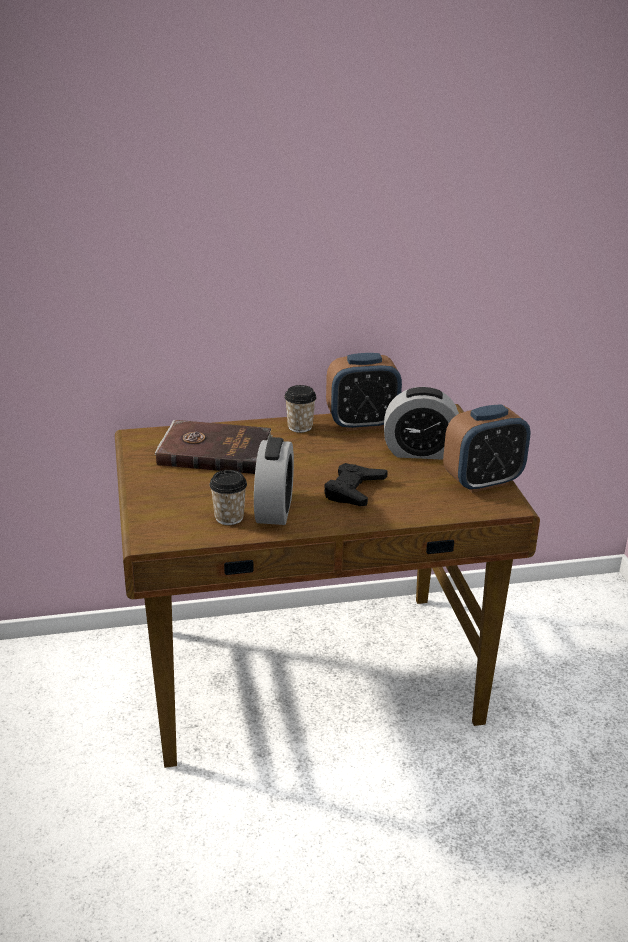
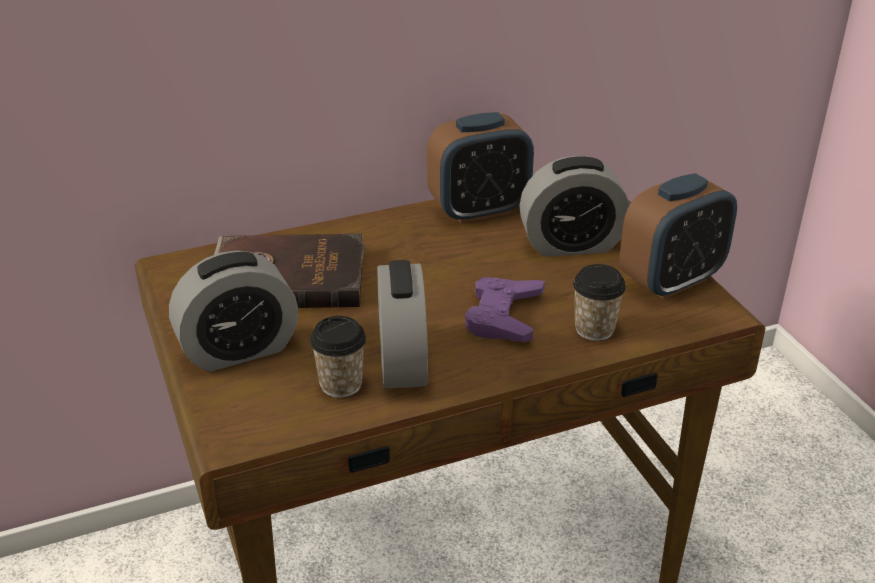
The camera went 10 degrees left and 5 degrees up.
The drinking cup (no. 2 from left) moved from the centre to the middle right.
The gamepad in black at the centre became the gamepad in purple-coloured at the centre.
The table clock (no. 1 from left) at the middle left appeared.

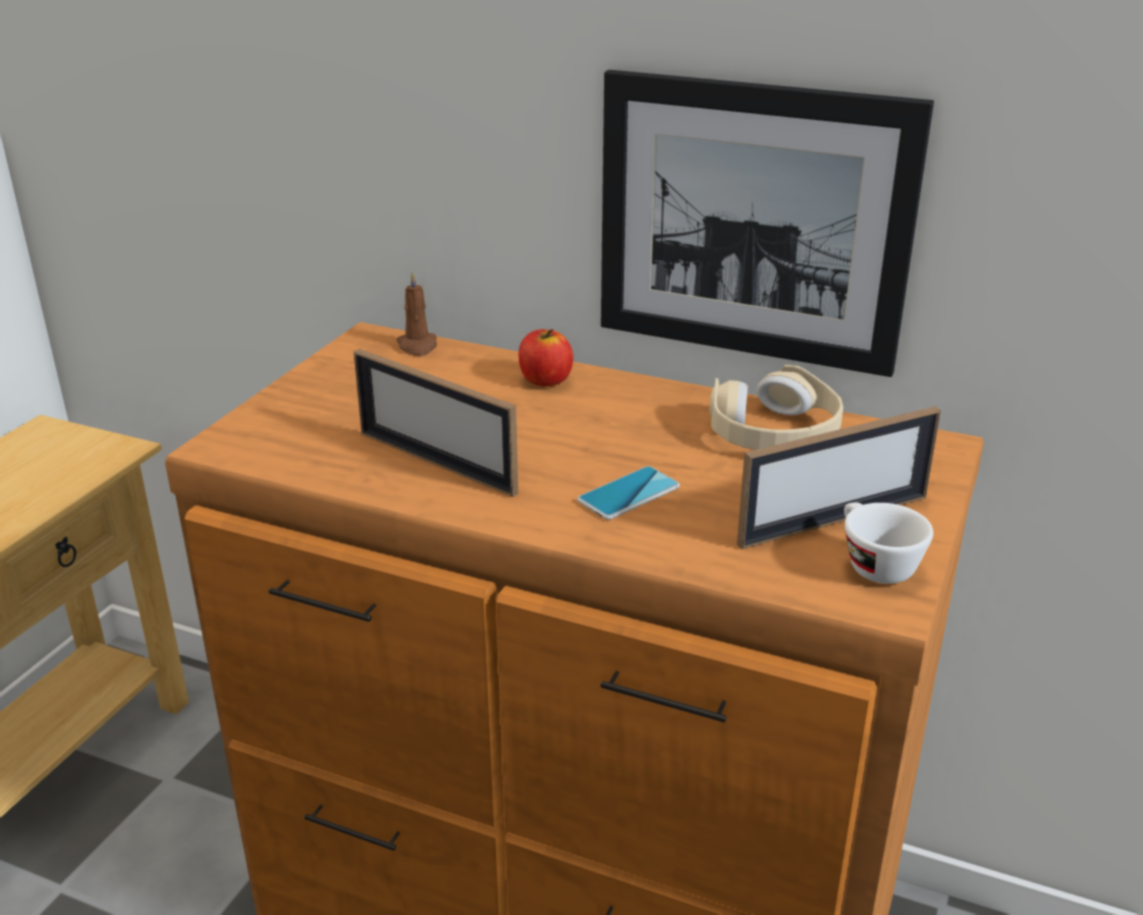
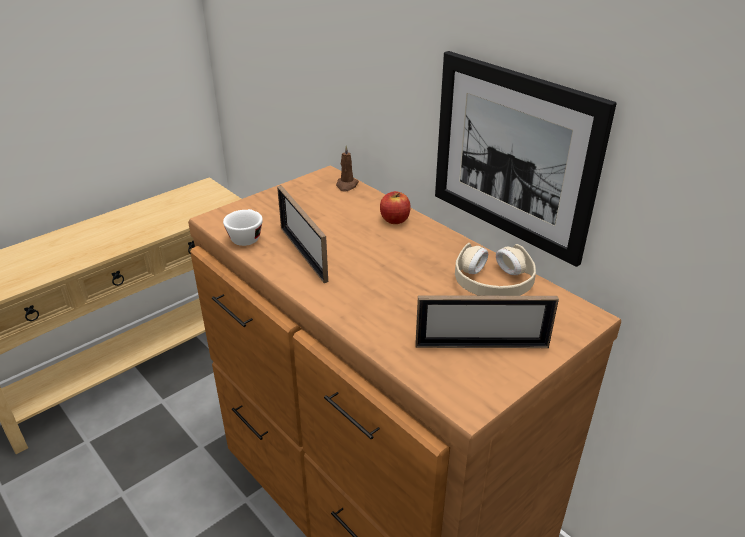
The camera went 25 degrees right and 5 degrees up.
The telephone at the centre disappeared.
The drinking cup in whitish moved from the middle right to the middle left.

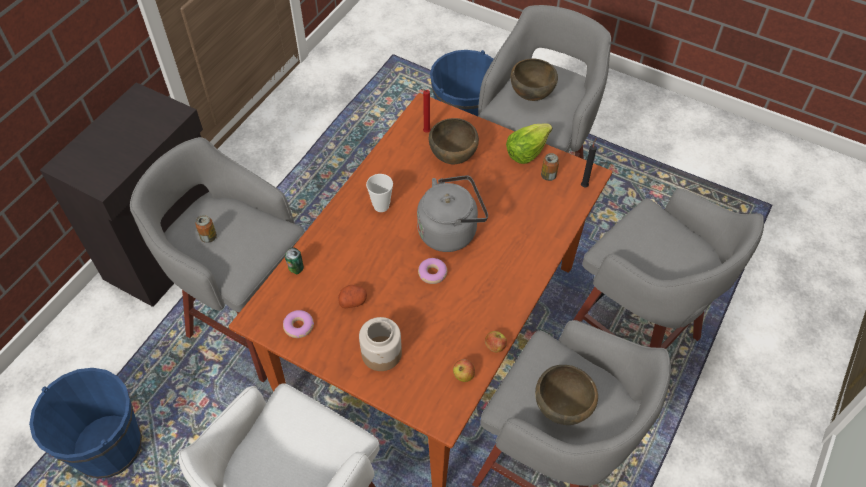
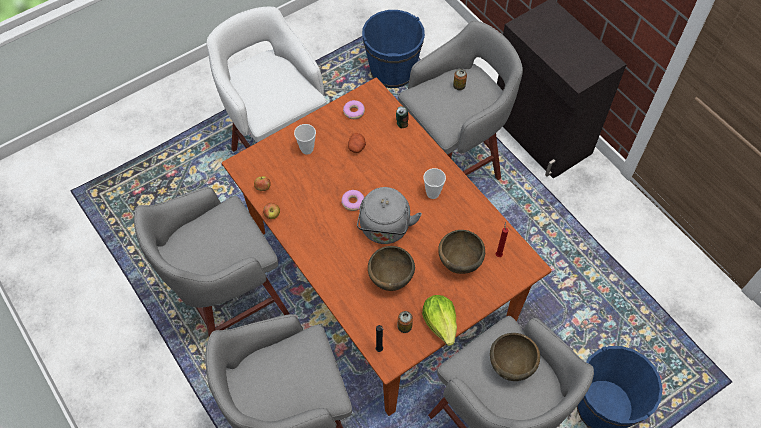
The camera went 115 degrees right and 5 degrees up.
The preserve jar at the bottom centre was replaced by the drinking cup (no. 1 from left) at the top centre.
The serving bowl in brown (no. 3 from left in the first image) moved from the bottom centre to the centre.

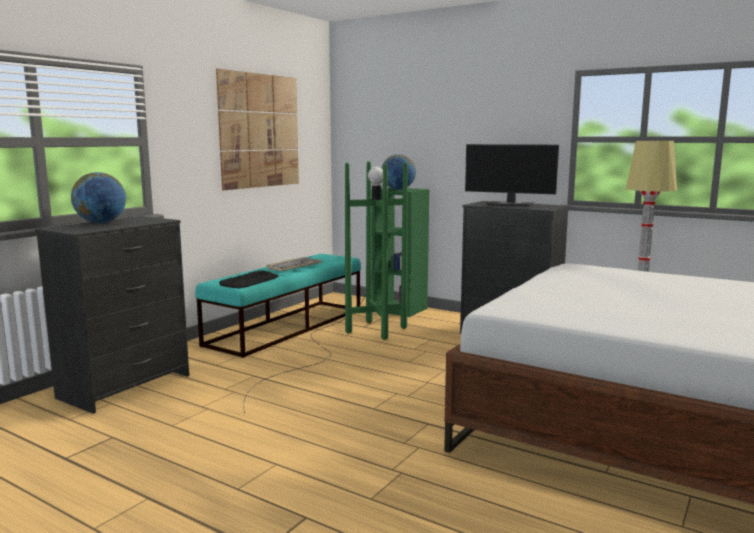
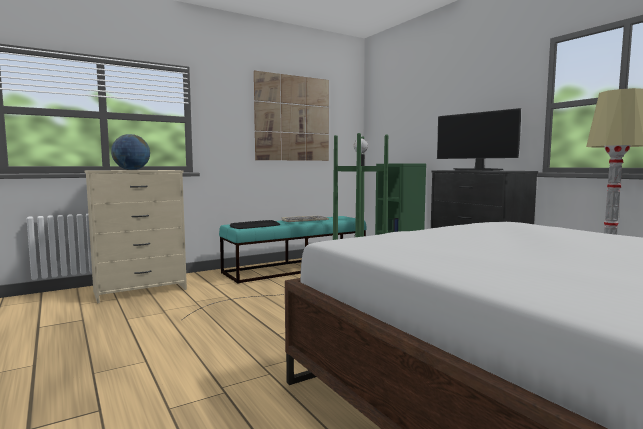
The camera went 25 degrees right and 5 degrees down.
The dresser in black (no. 1 from left) at the middle left became the dresser in beige at the middle left.
The desk globe (no. 2 from left) at the top centre disappeared.

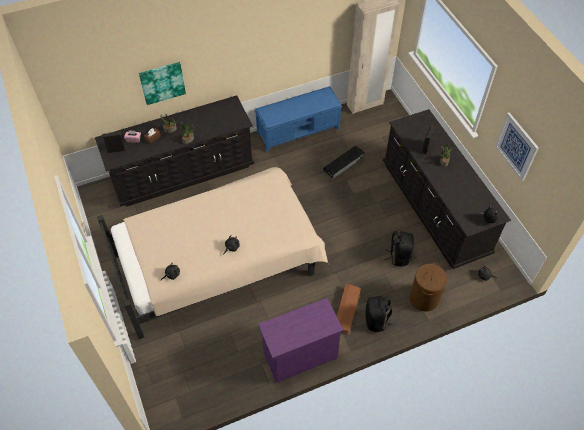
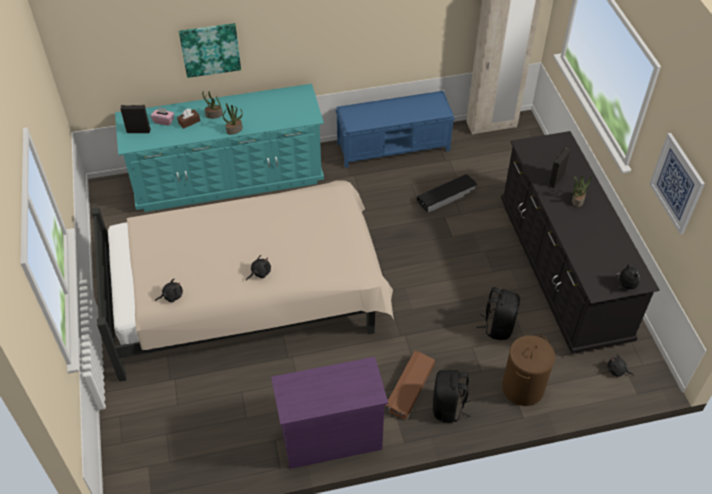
The camera went 10 degrees right and 5 degrees down.
The dresser in black (no. 1 from left) at the middle left became the dresser in blue-green at the top left.

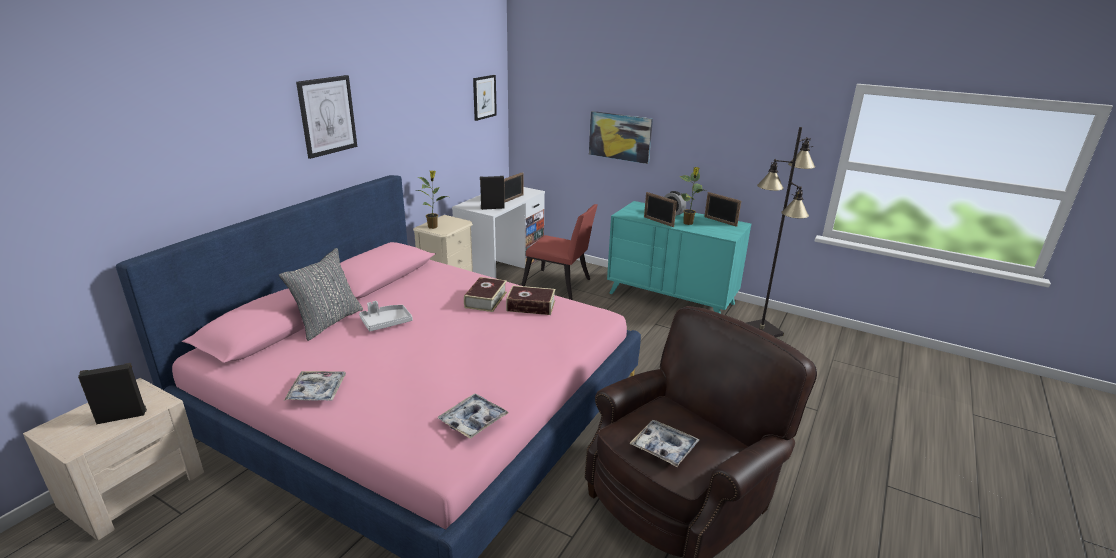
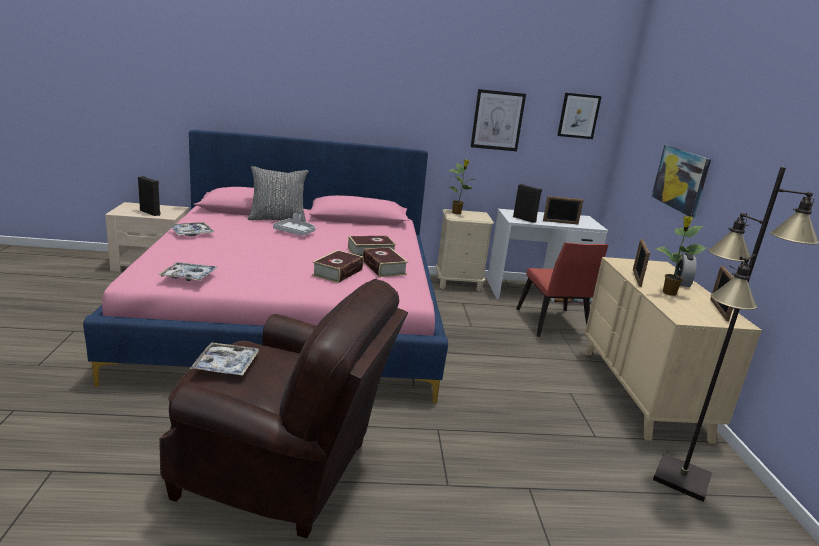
The camera went 55 degrees right and 5 degrees down.
The wall art (no. 1 from left) moved from the top left to the top centre.
The dresser in blue-green at the centre became the dresser in beige at the middle right.
The bound book (no. 1 from left) at the centre appeared.

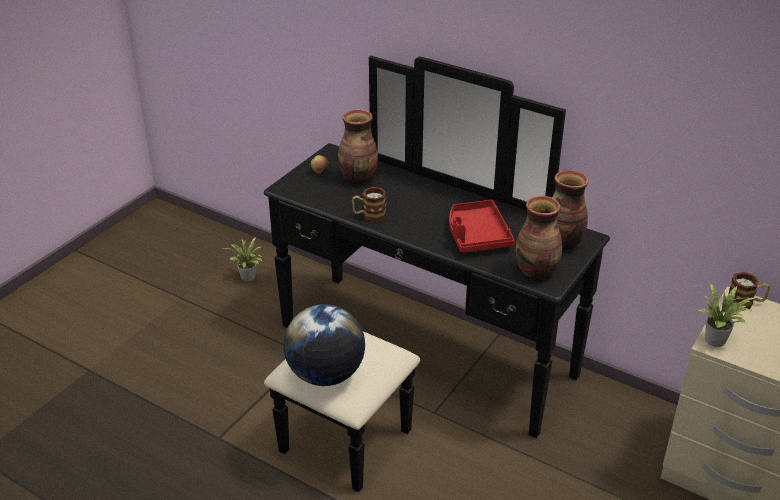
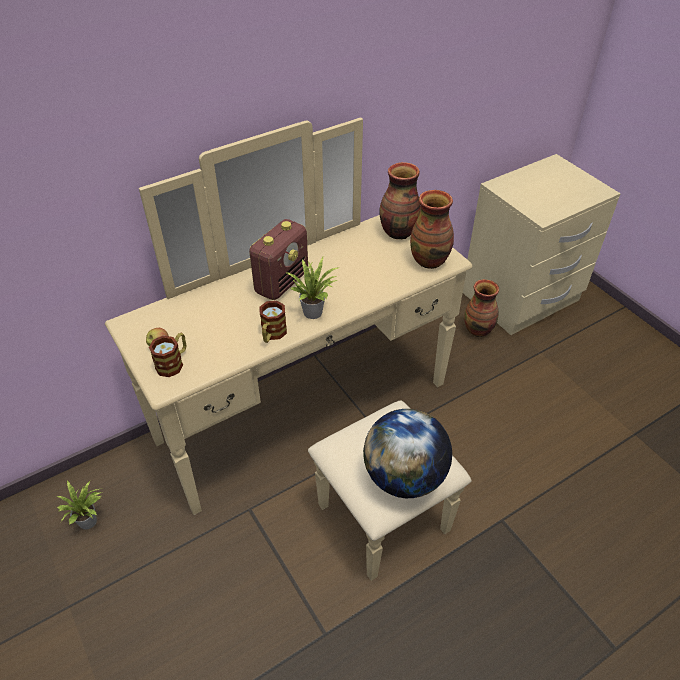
The camera went 65 degrees left and 10 degrees up.
The dresser in black at the centre became the dresser in beige at the centre.
The flower vase (no. 1 from left in the first image) moved from the top centre to the middle right.
The serving tray in reddish at the centre disappeared.
The potted plant (no. 2 from left) moved from the middle right to the centre.
The coffee mug (no. 2 from left in the first image) moved from the middle right to the middle left.
The radio receiver at the centre appeared.

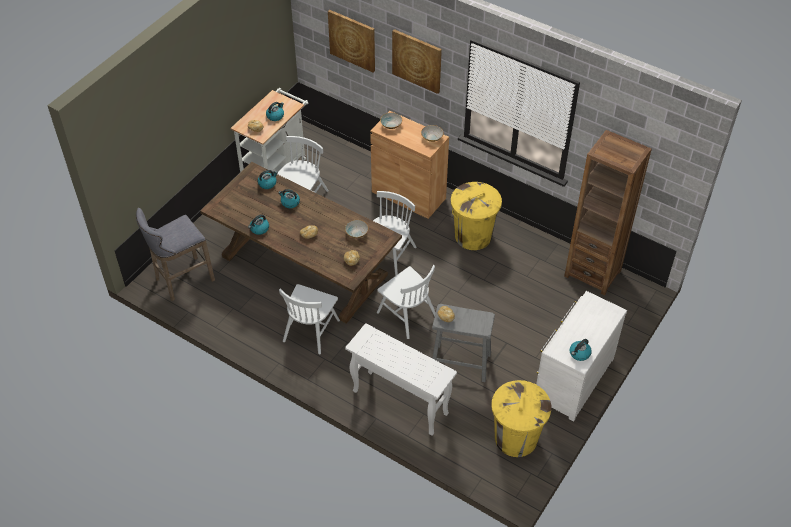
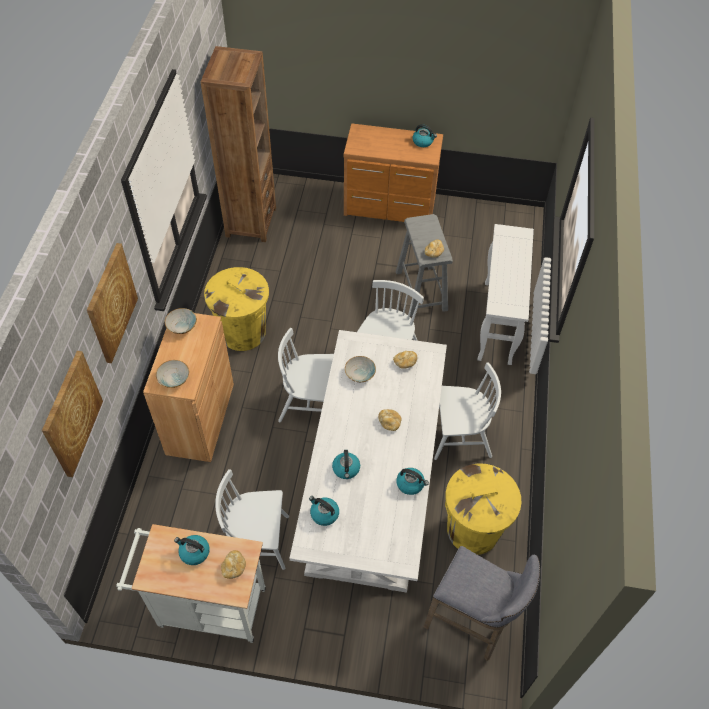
The camera went 115 degrees left and 5 degrees up.
The kitchen table in brown at the centre became the kitchen table in whitish at the centre.
The waste bin in yellow-coloured (no. 2 from left) moved from the bottom centre to the bottom right.
The dresser in whitish at the bottom right became the dresser in brown at the top centre.

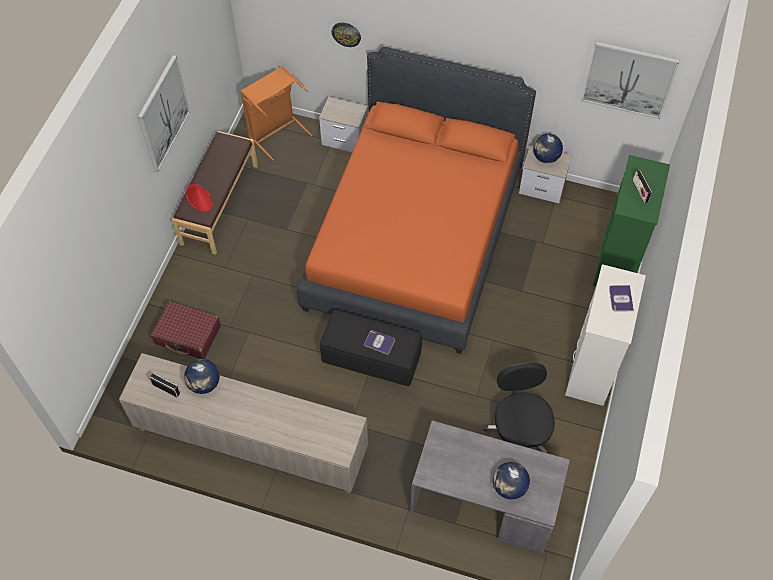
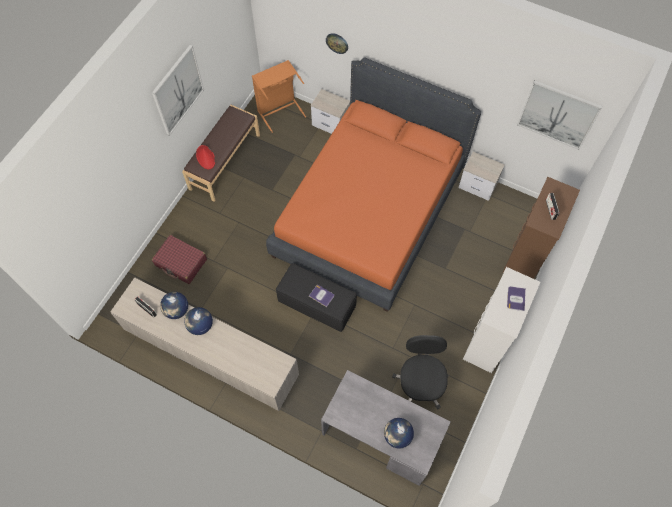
The camera went 10 degrees right and 5 degrees up.
The desk globe (no. 3 from left in the first image) moved from the top right to the middle left.
The dresser in green at the middle right became the dresser in brown at the middle right.

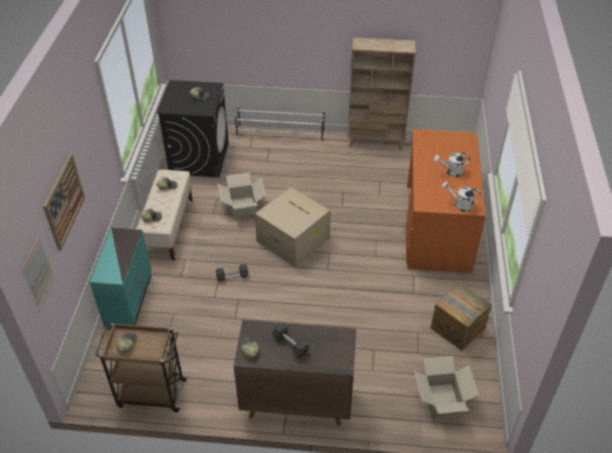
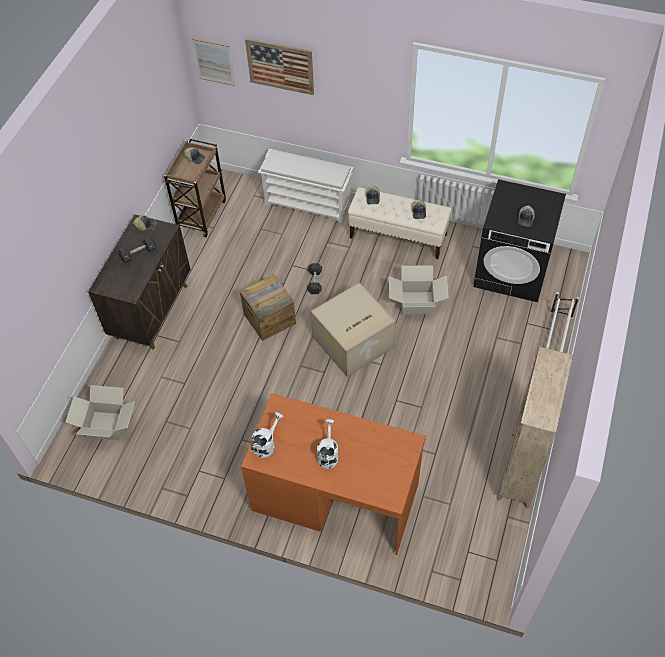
The camera went 105 degrees right and 10 degrees up.
The dresser in blue-green at the middle left was replaced by the shoe shelf in whitish (no. 1 from left) at the top centre.
The crate moved from the bottom right to the centre.

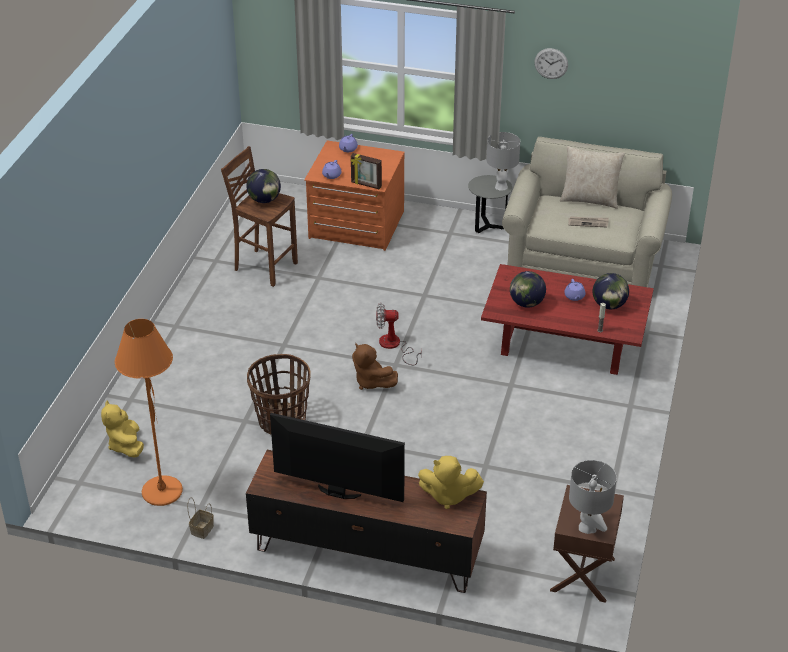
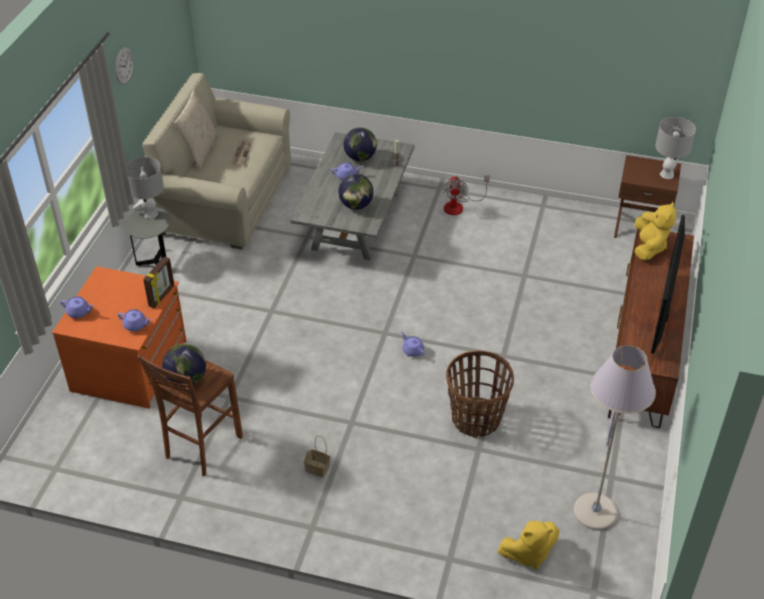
The camera went 90 degrees left and 5 degrees up.
The standing lamp in orangey at the middle left became the standing lamp in gray at the bottom right.
The basket (no. 1 from left) moved from the bottom left to the bottom centre.
The soft toy in brown at the centre was replaced by the tea pot in purple-coloured (no. 4 from left) at the centre.
The cooling fan moved from the centre to the top centre.
The coffee table in reddish at the middle right became the coffee table in gray at the top centre.

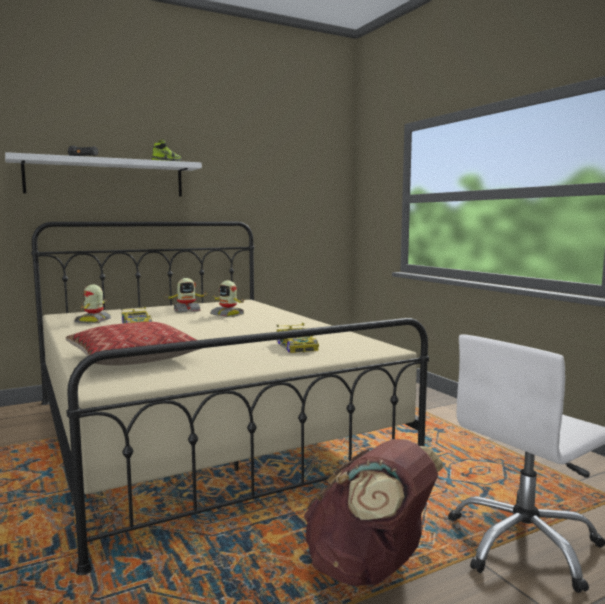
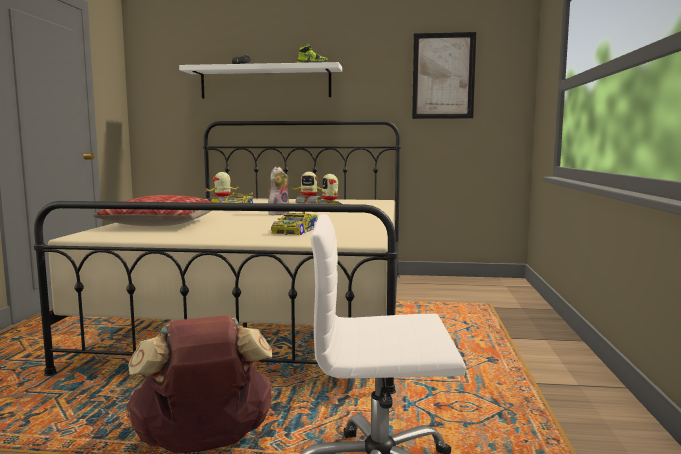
The camera went 35 degrees right and 0 degrees up.
The soft toy at the centre appeared.
The wall art at the top centre appeared.

